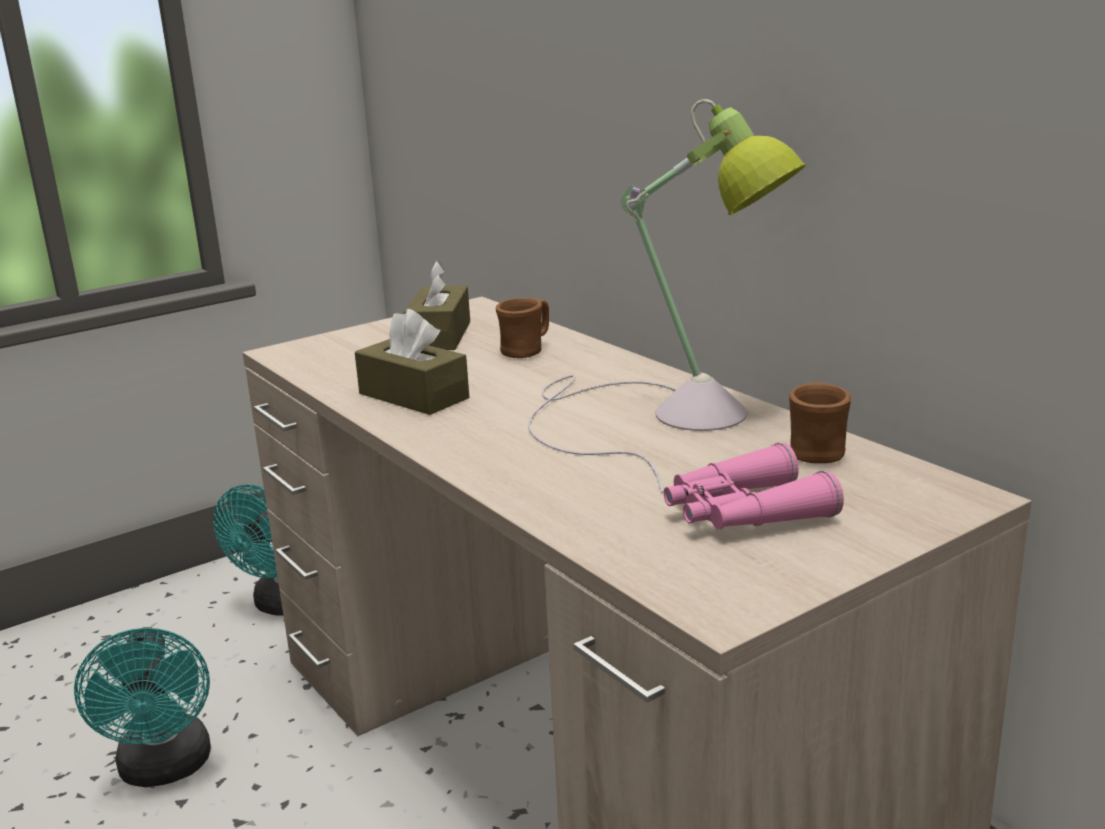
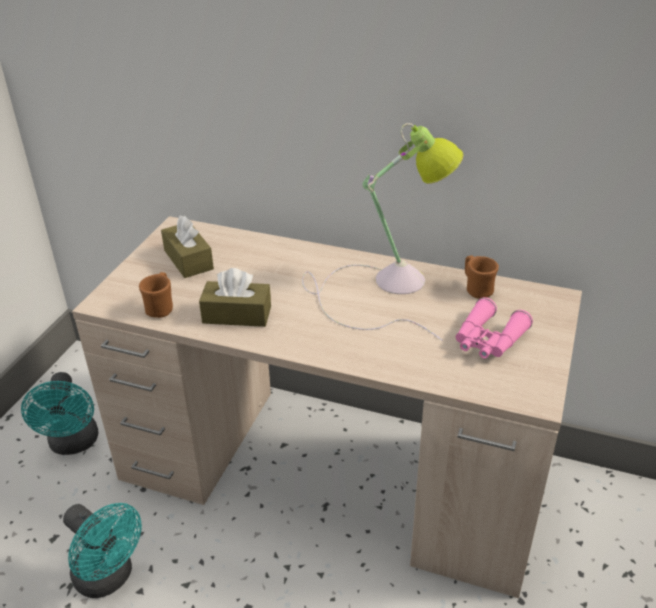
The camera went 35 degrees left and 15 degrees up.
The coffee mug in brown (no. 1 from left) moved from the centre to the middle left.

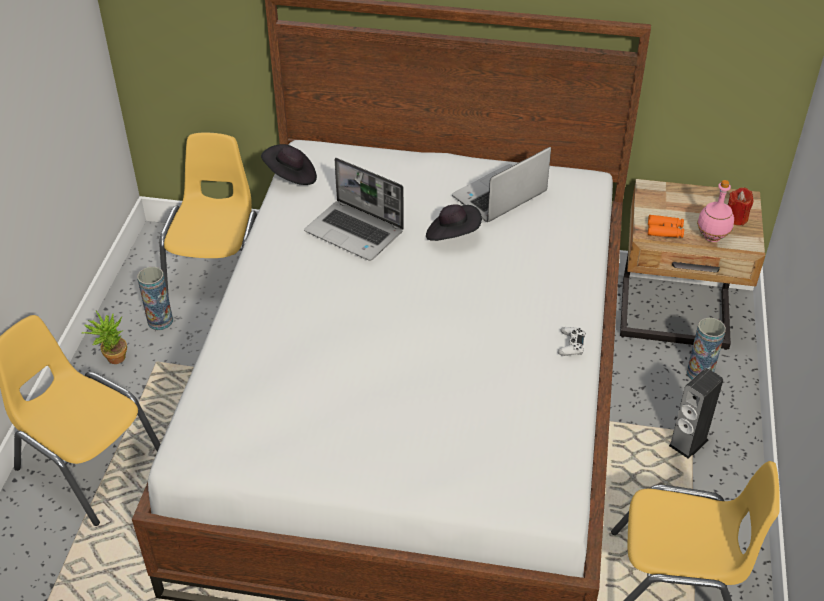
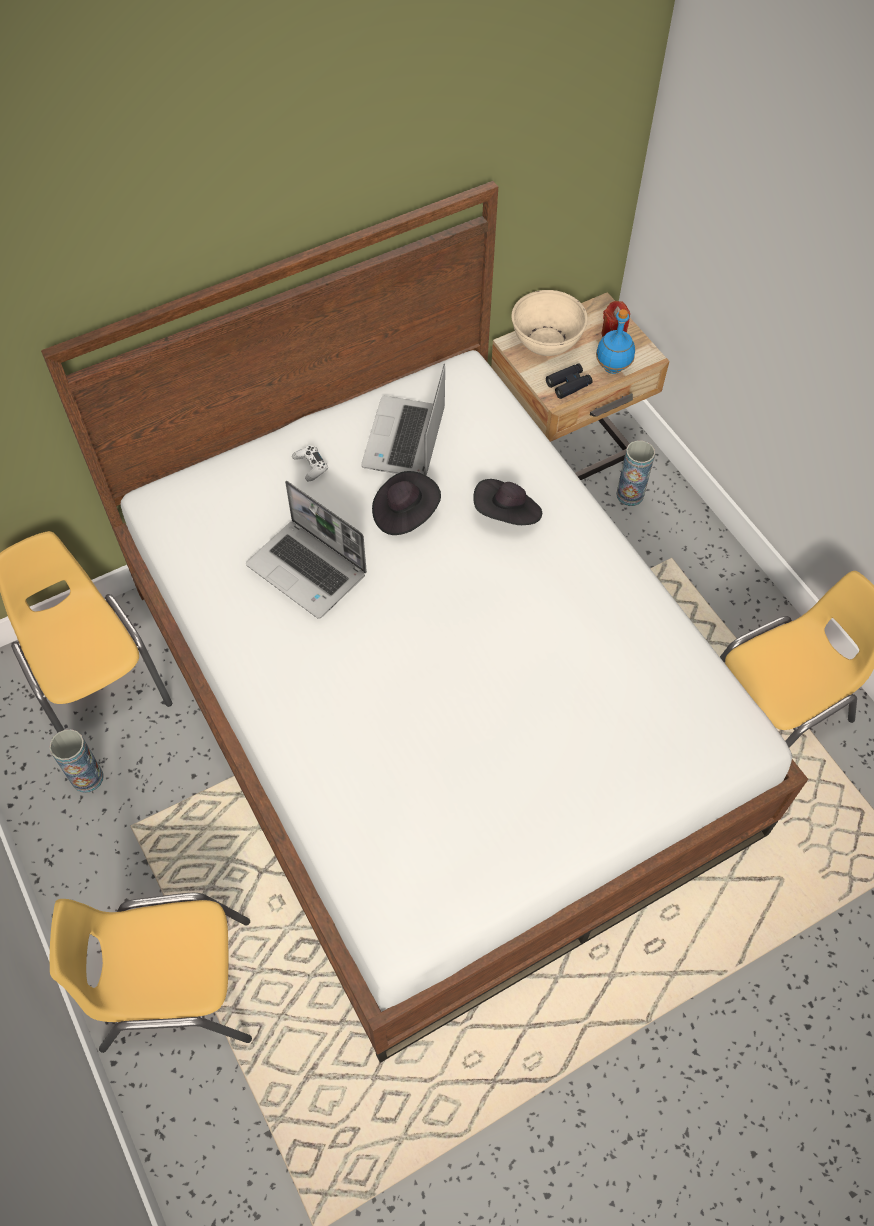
The camera went 40 degrees left and 15 degrees up.
The potted plant at the middle left disappeared.
The hat in black (no. 1 from left in the first image) moved from the top centre to the centre.
The laptop (no. 1 from left) at the centre turned 45 degrees clockwise.
The gamepad in whitish moved from the middle right to the centre.
The binoculars in orangey at the middle right became the binoculars in black at the top centre.
The loudspeaker at the bottom right disappeared.
The bottle in pink-coloured at the middle right became the bottle in blue at the top right.
The serving bowl in beige at the top centre appeared.

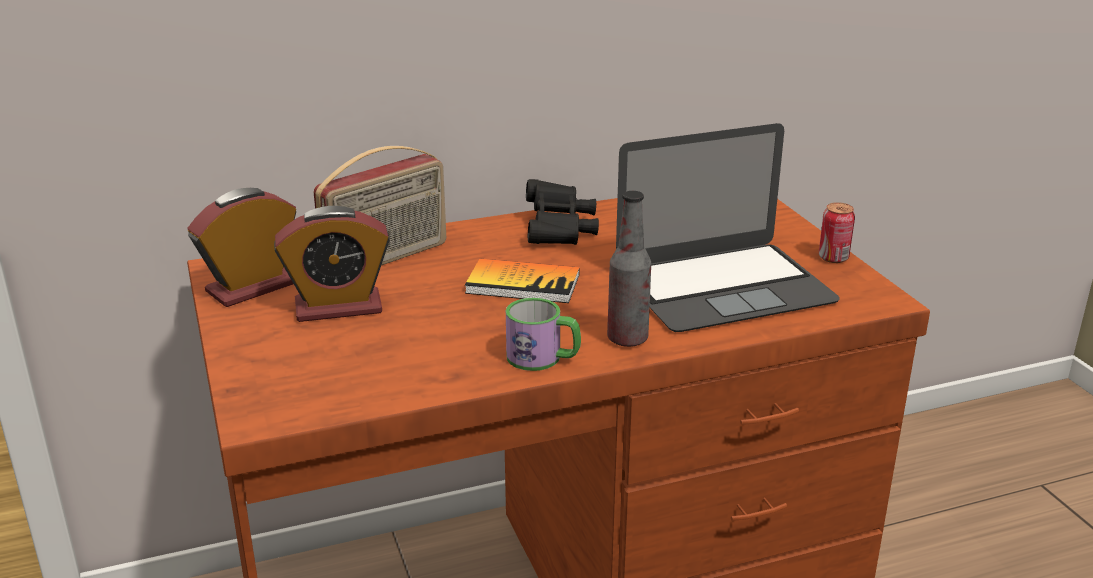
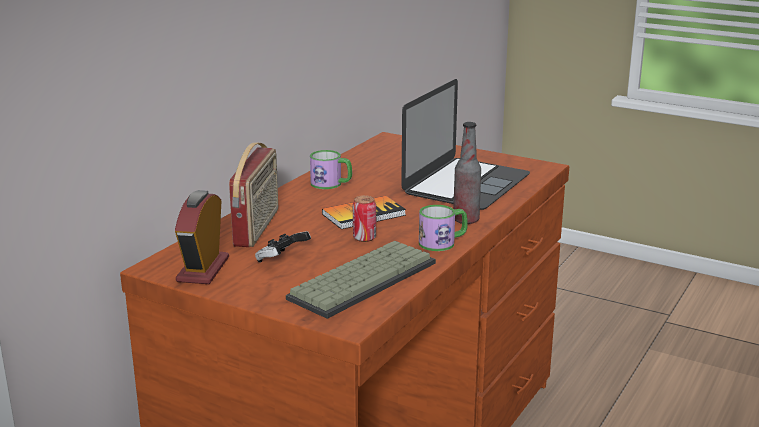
The camera went 40 degrees left and 5 degrees down.
The table clock (no. 2 from left) at the middle left was replaced by the gamepad at the centre.
The binoculars in black at the centre was replaced by the coffee mug (no. 1 from left) at the centre.
The sealed can moved from the middle right to the centre.
The PC keyboard at the centre appeared.

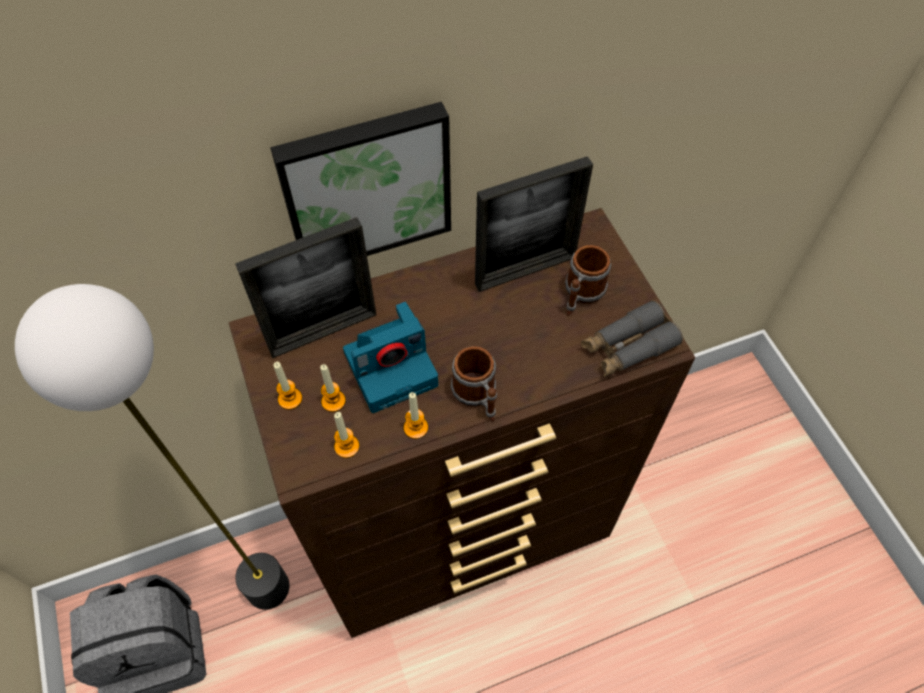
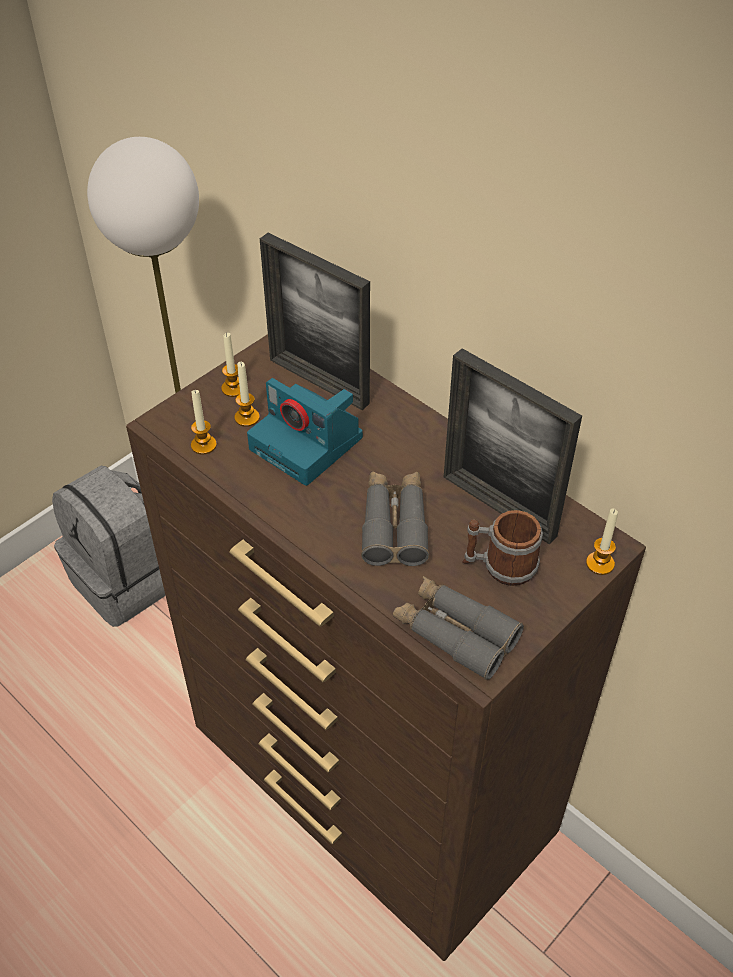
The camera went 65 degrees right and 10 degrees down.
The wall art at the top centre disappeared.
The wax light (no. 4 from left) moved from the centre to the middle right.
The coffee mug (no. 1 from left) at the centre disappeared.
The binoculars in gray (no. 1 from left) at the centre appeared.

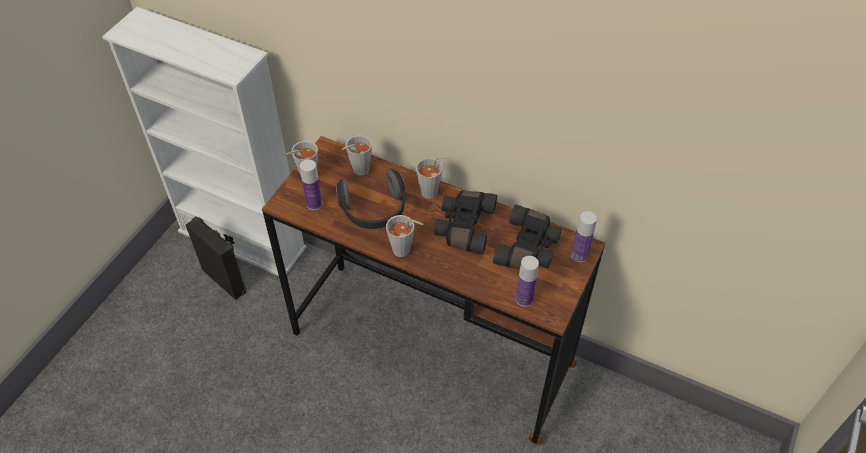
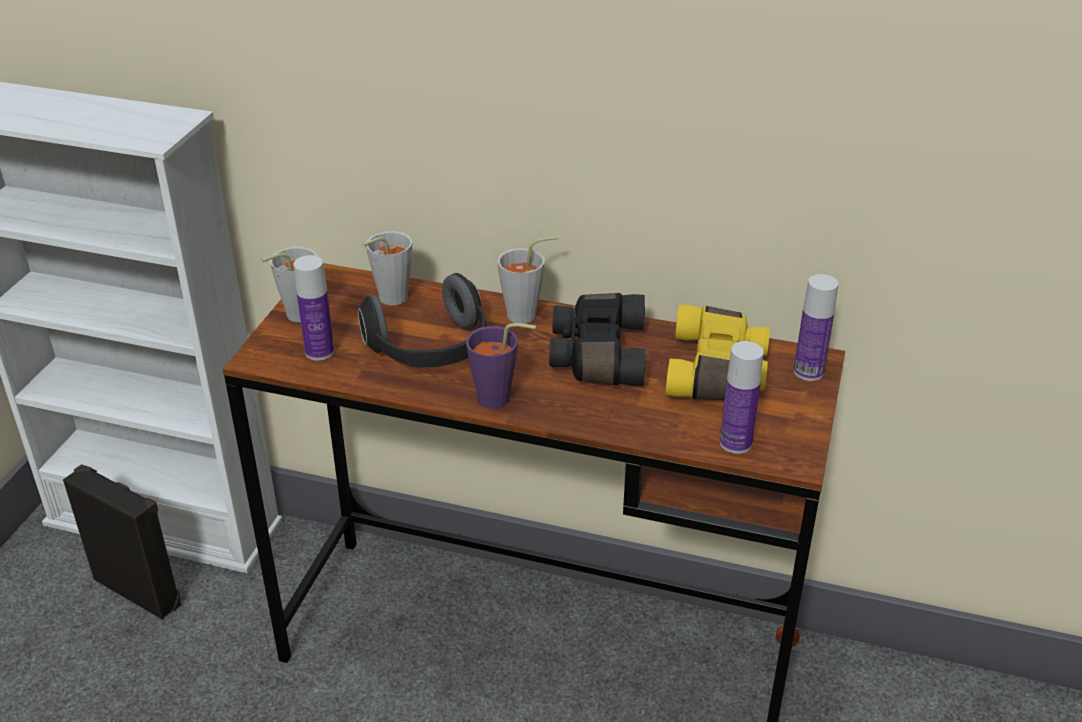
The camera went 10 degrees left and 15 degrees down.
The drinking cup in gray (no. 3 from left) at the centre became the drinking cup in purple-coloured at the centre.
The binoculars in black (no. 2 from left) at the centre became the binoculars in yellow-coloured at the centre.

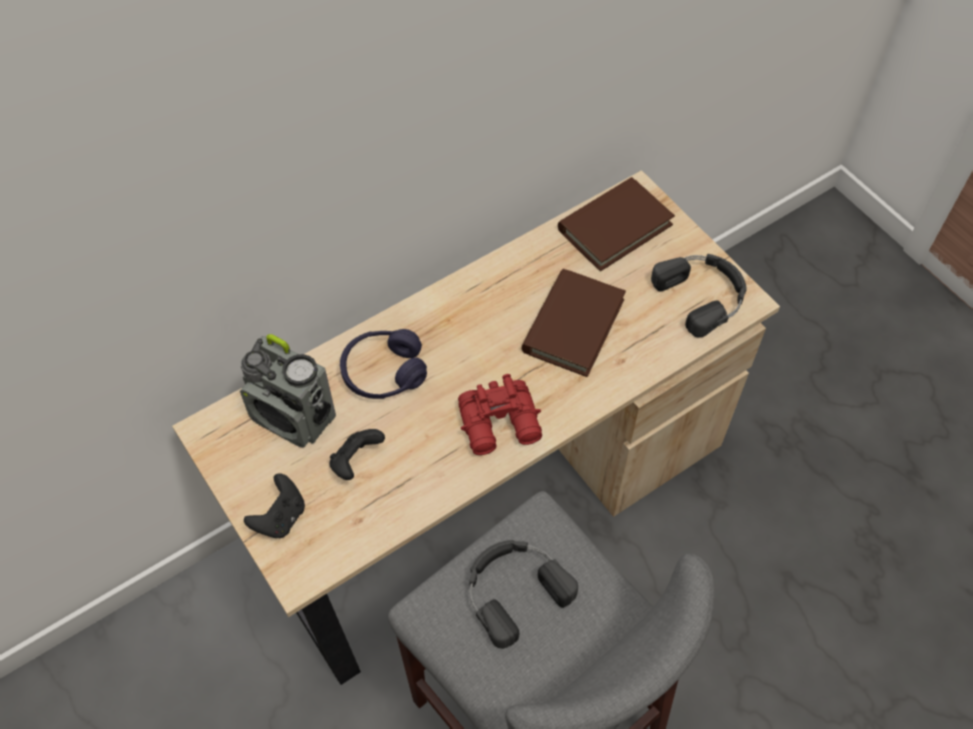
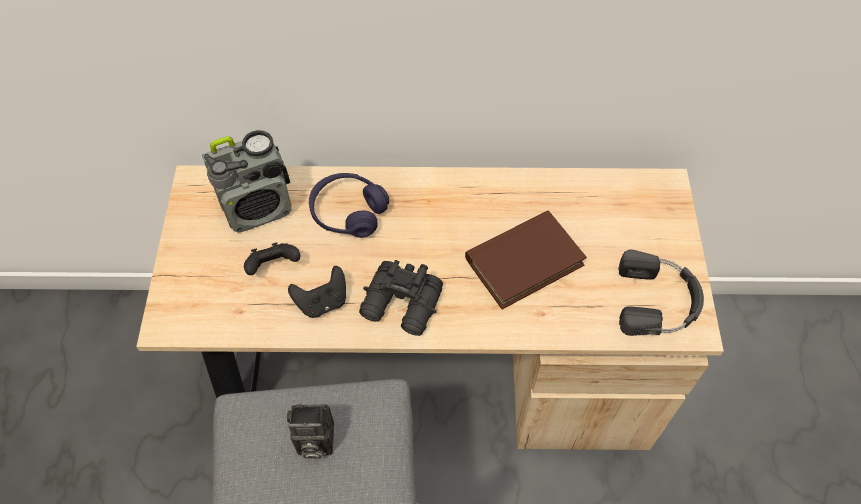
The camera went 35 degrees right and 0 degrees up.
The radio receiver at the middle left turned 90 degrees counterclockwise.
The gamepad in black (no. 1 from left in the first image) moved from the bottom left to the centre.
The binoculars in reddish at the centre became the binoculars in black at the centre.
The headphones in black (no. 1 from left) at the bottom centre was replaced by the still camera at the bottom centre.
The bound book in brown (no. 2 from left) at the top centre disappeared.

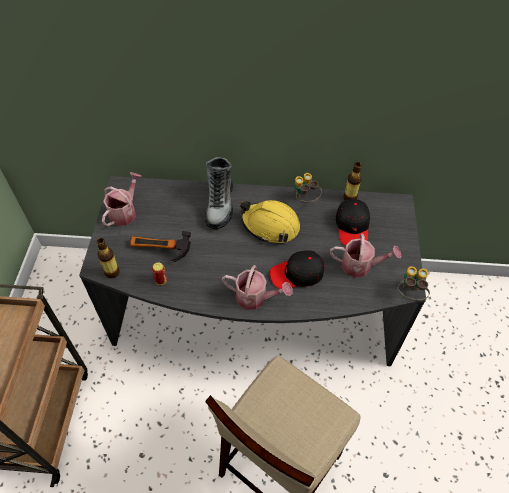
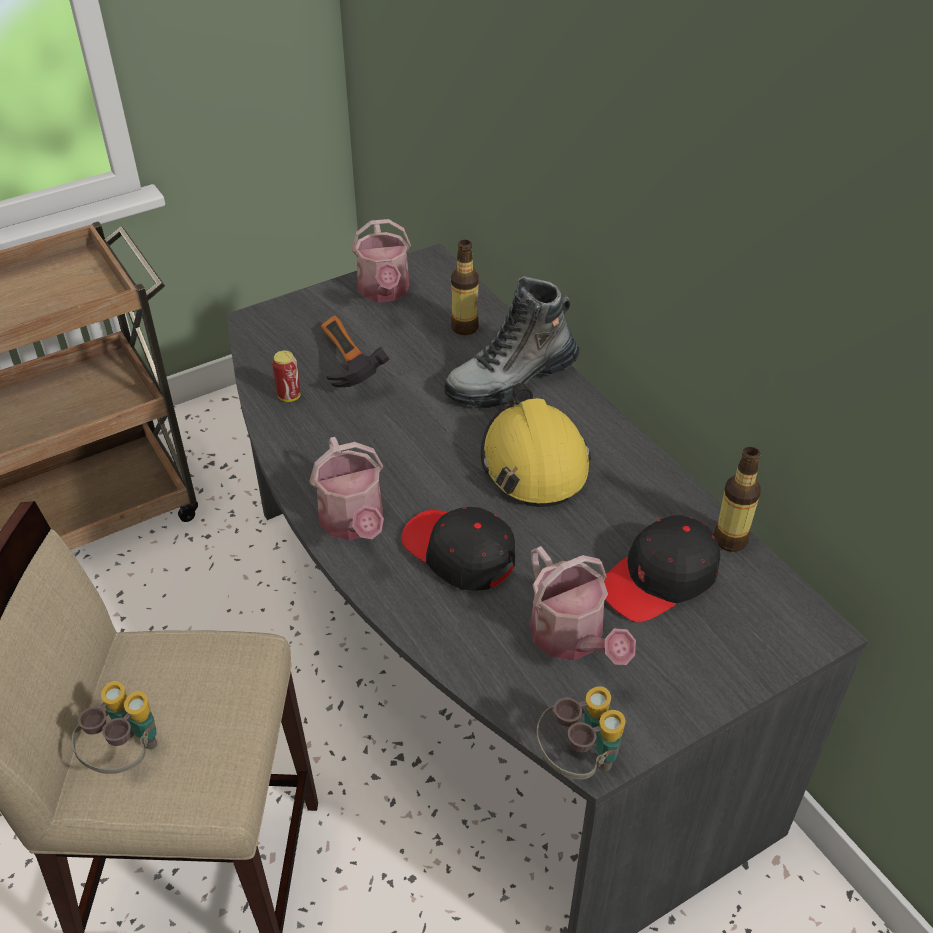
The camera went 55 degrees right and 10 degrees down.
The bottle (no. 1 from left) moved from the middle left to the top centre.
The sprinkling can (no. 1 from left in the first image) at the middle left turned 90 degrees clockwise.
The binoculars (no. 1 from left) moved from the centre to the bottom left.

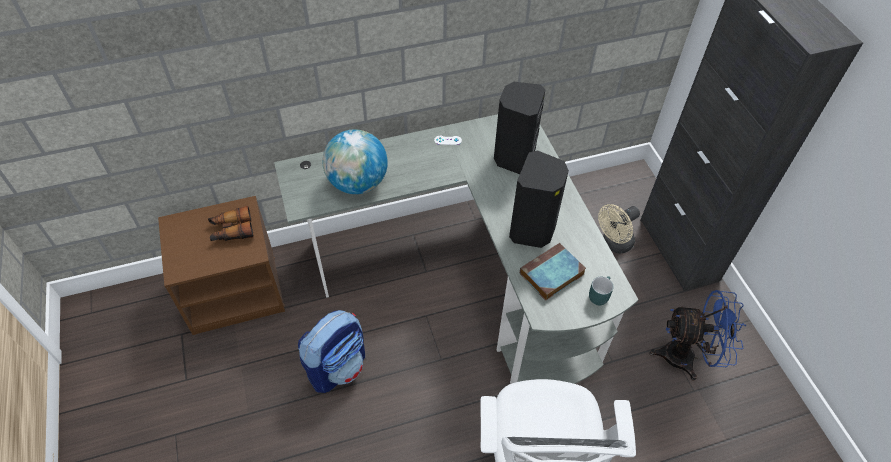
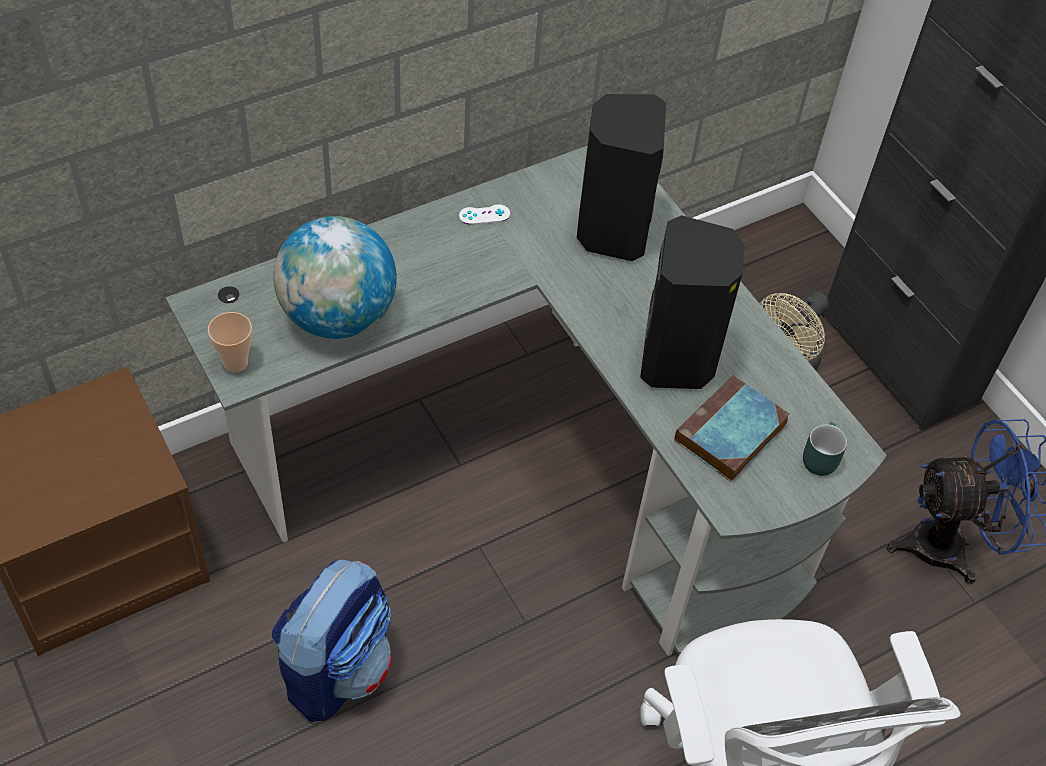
The camera went 15 degrees left and 0 degrees up.
The binoculars at the middle left disappeared.
The drinking cup at the middle left appeared.

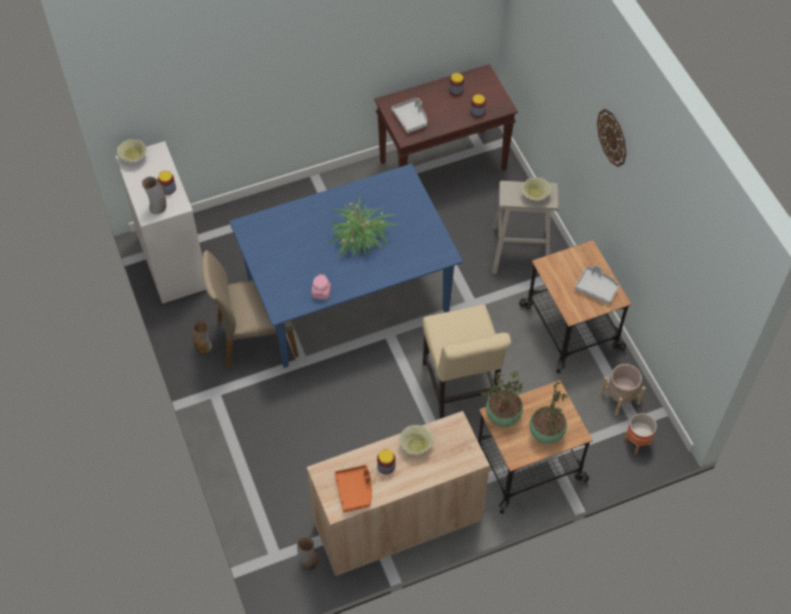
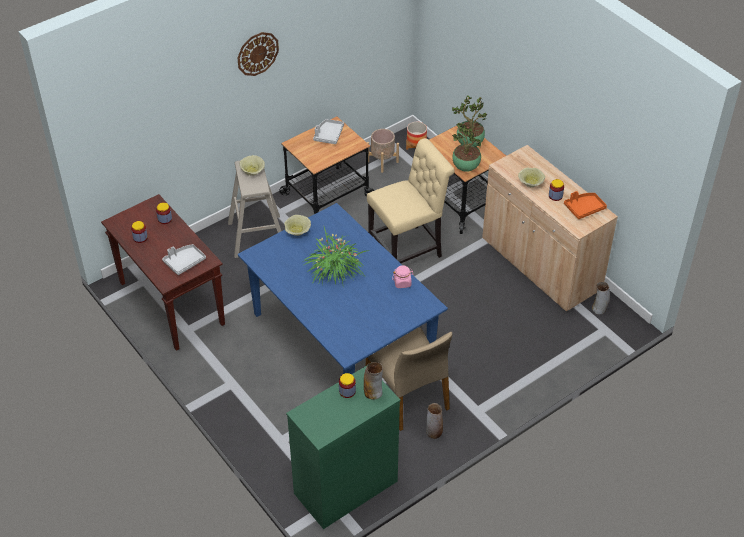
The camera went 105 degrees left and 10 degrees down.
The dresser in whitish at the middle left became the dresser in green at the bottom centre.
The serving bowl in beige (no. 1 from left in the first image) moved from the top left to the centre.

